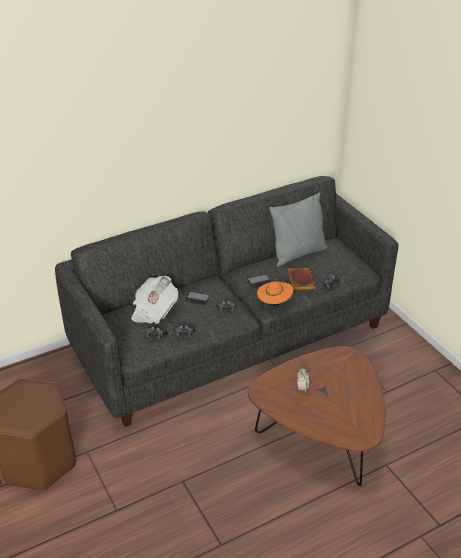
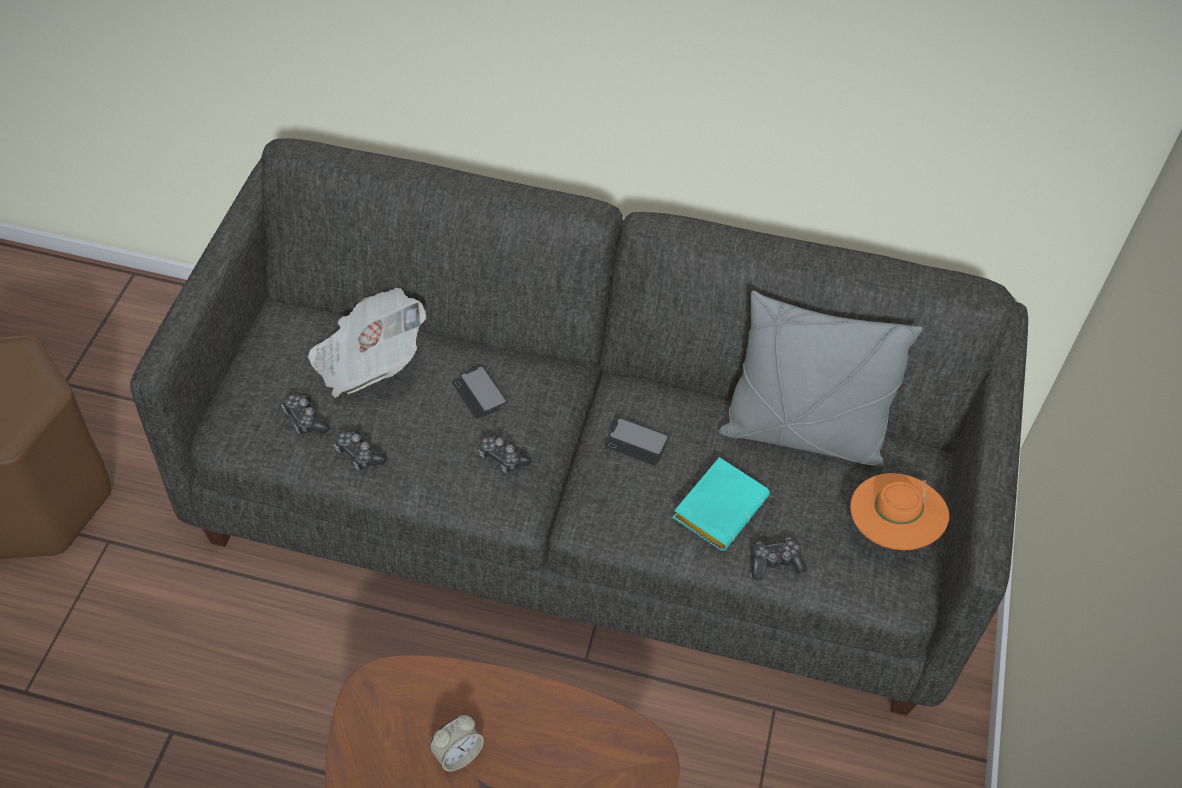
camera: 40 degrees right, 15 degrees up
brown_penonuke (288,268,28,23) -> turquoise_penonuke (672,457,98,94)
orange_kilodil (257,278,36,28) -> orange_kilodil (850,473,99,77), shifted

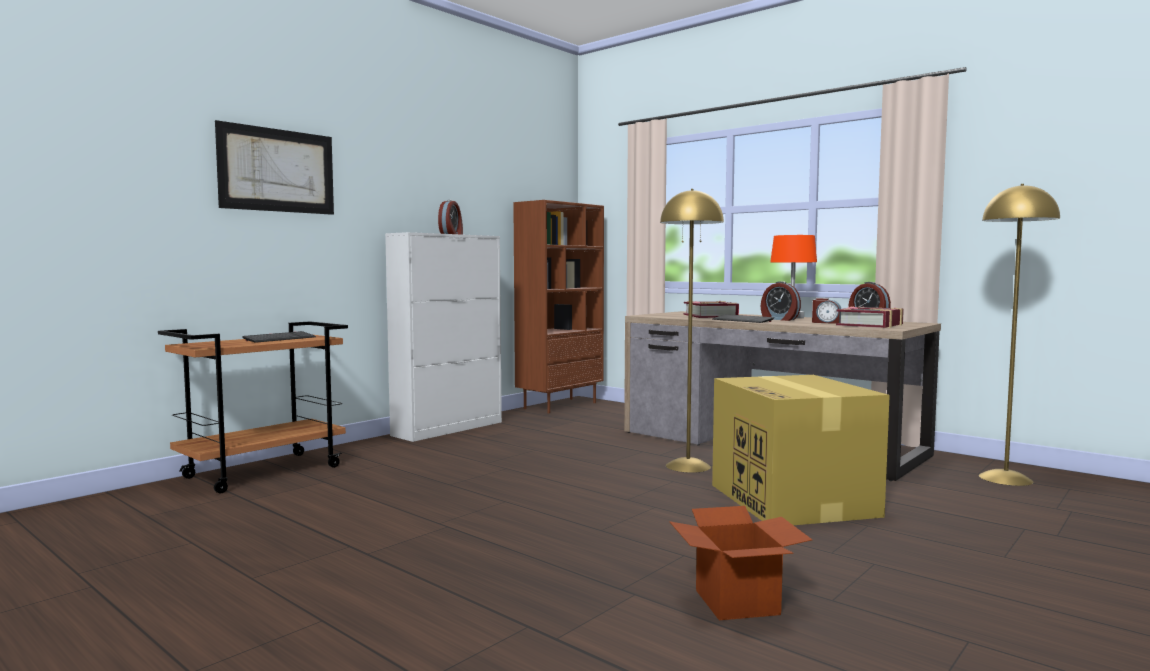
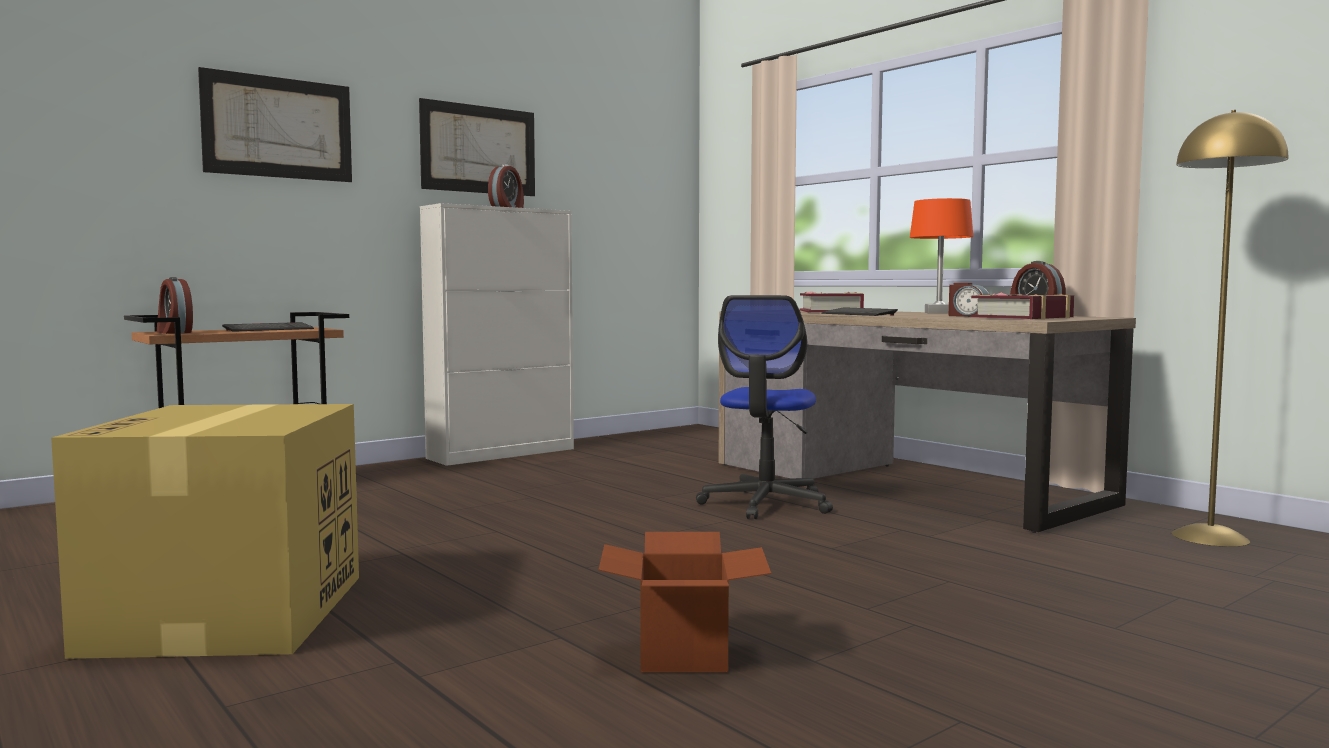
camera: 10 degrees right, 0 degrees up
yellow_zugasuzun (660,189,64,284) -> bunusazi (696,295,137,224)
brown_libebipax (513,200,91,213) -> none
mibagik (761,281,40,40) -> mibagik (157,277,36,57), shifted
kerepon (712,375,178,150) -> kerepon (51,404,308,255), shifted
none -> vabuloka (419,98,116,98)

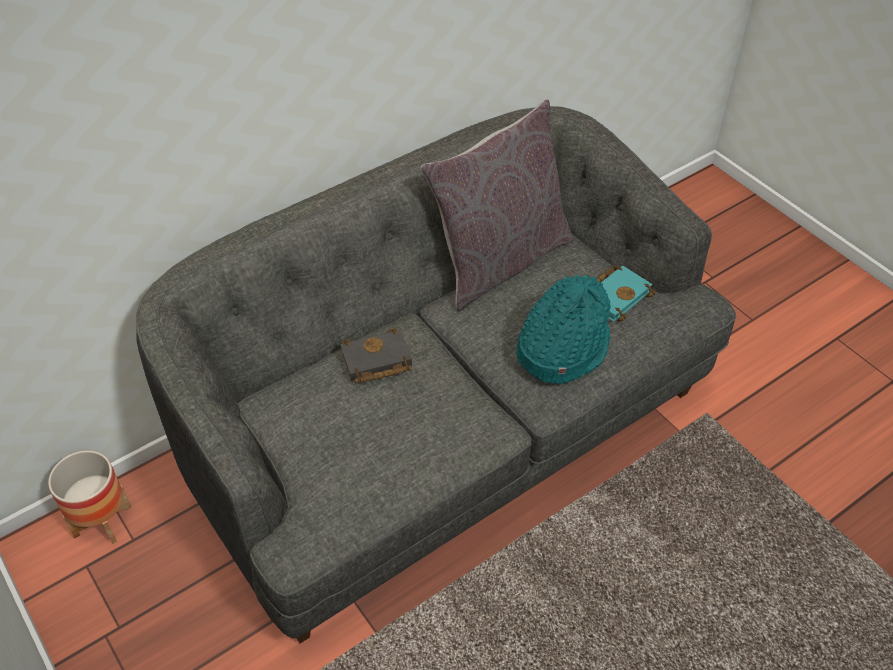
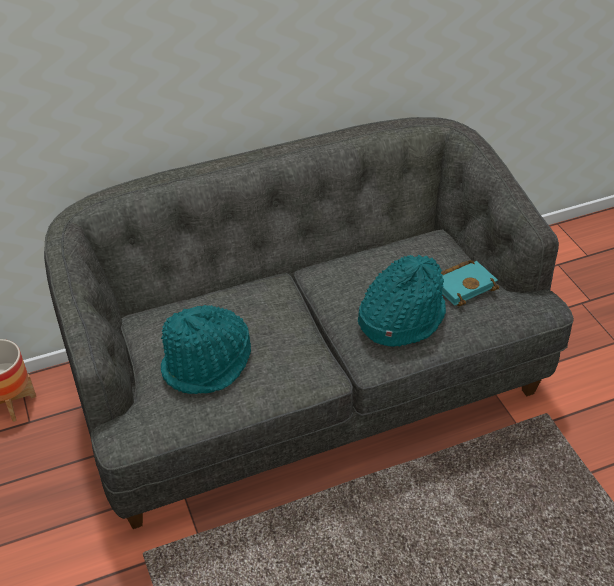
camera: 15 degrees right, 5 degrees down
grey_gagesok (421,99,152,212) -> none
black_penonuke (340,328,72,56) -> none
none -> turquoise_kilodil (161,305,90,89)

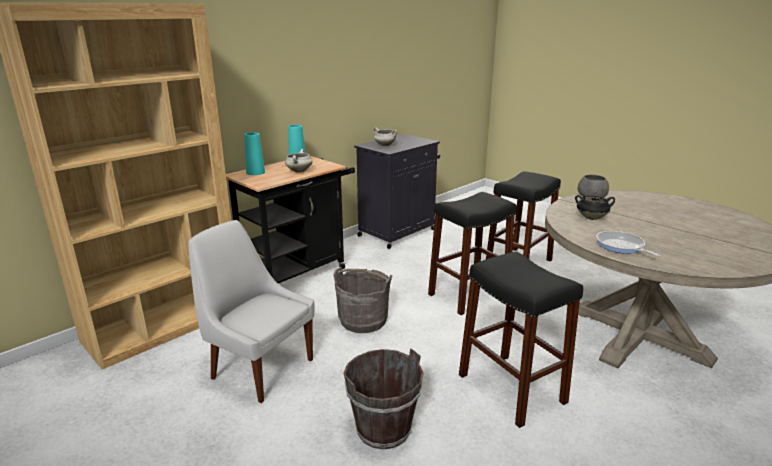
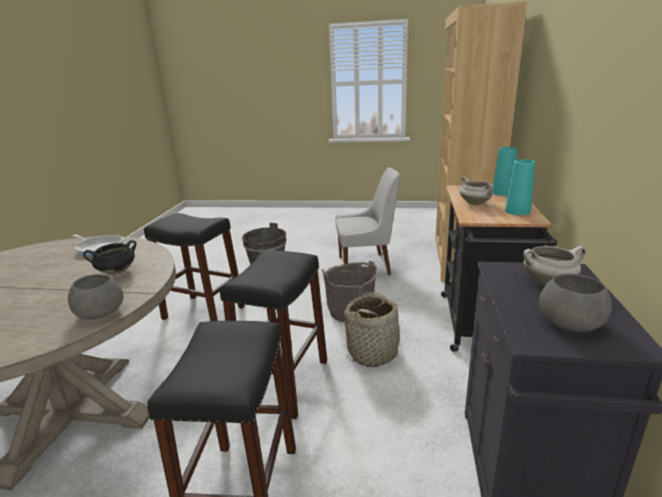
camera: 145 degrees right, 0 degrees up
none -> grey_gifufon (539,274,73,58)
none -> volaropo (344,292,59,75)

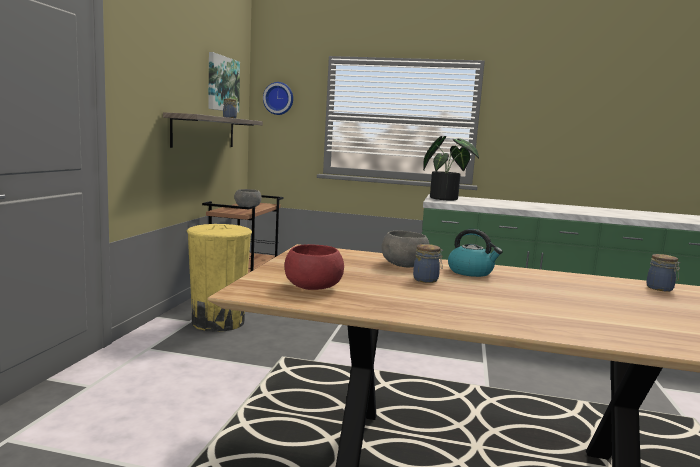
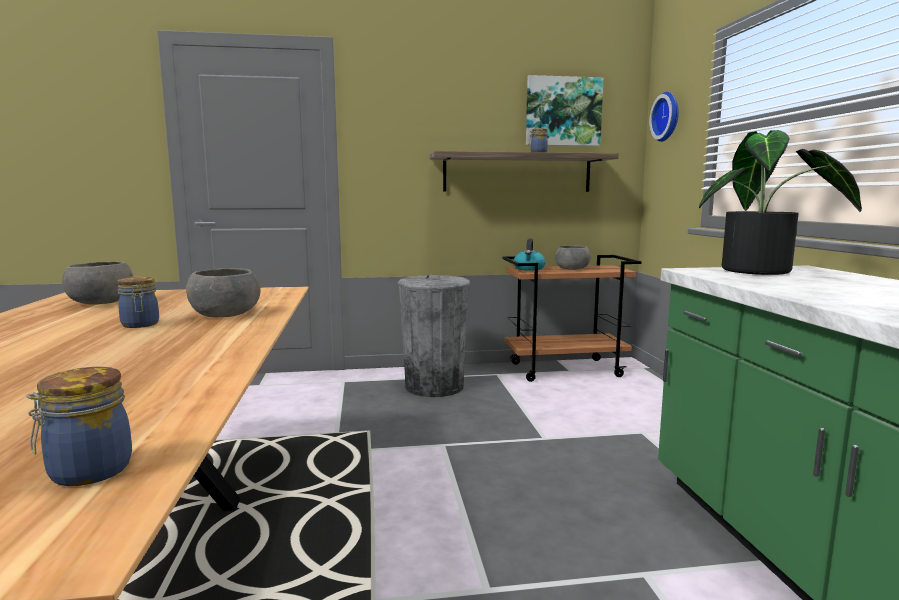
camera: 70 degrees right, 0 degrees up
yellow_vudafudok (187,224,65,108) -> grey_vudafudok (398,275,72,122)
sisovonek (448,229,55,48) -> sisovonek (514,239,32,32), shifted
red_gifufon (285,244,59,46) -> grey_gifufon (62,261,72,43)

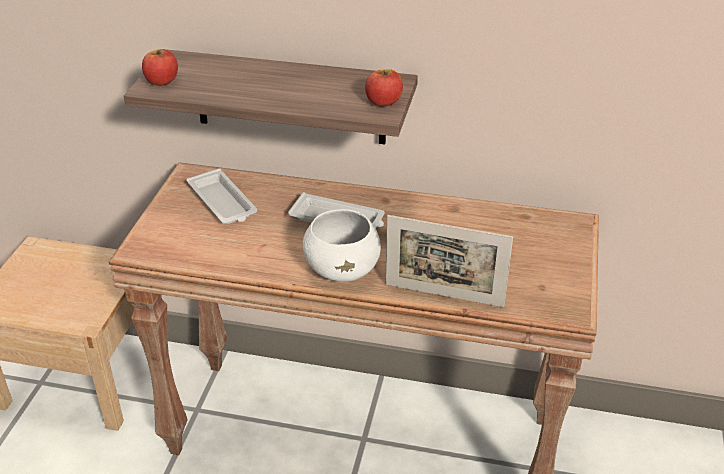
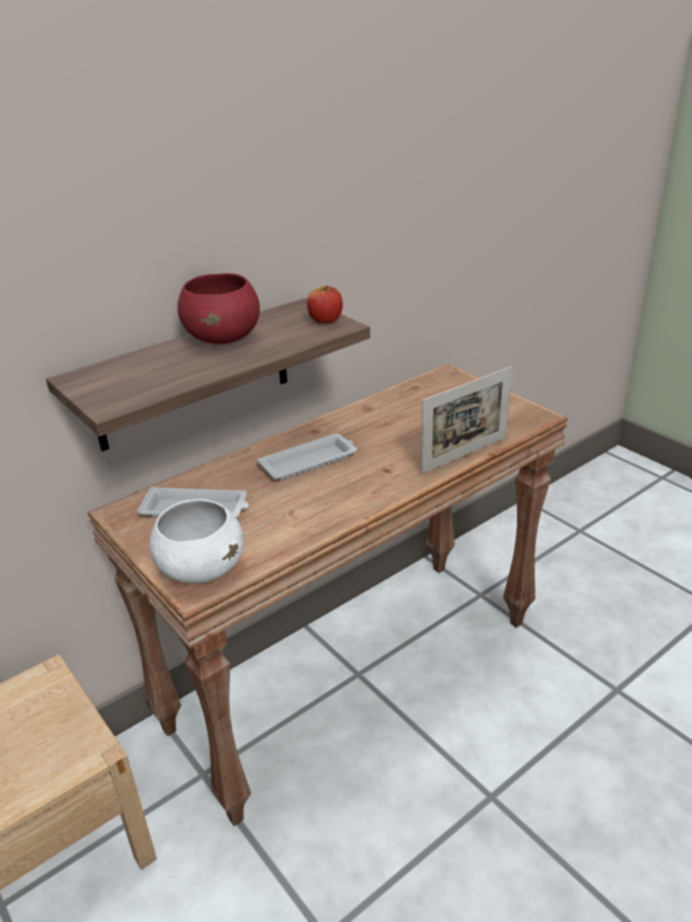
camera: 50 degrees left, 5 degrees down
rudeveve (142,49,36,37) -> none
white_gifufon (303,209,78,73) -> white_gifufon (150,499,94,84), shifted
none -> red_gifufon (177,273,83,71)

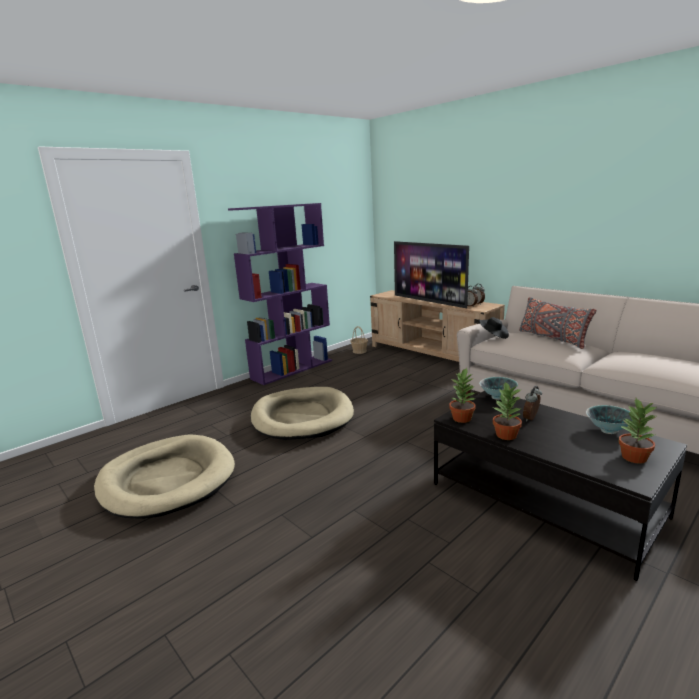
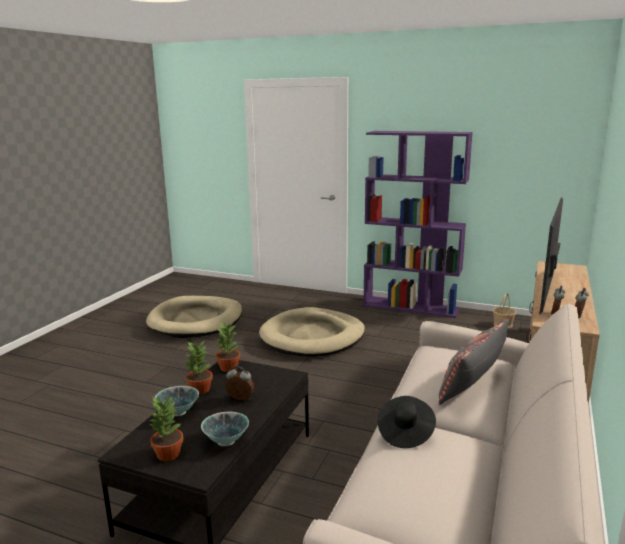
camera: 65 degrees right, 0 degrees up
black_kilodil (479,317,30,22) -> black_kilodil (377,396,59,52), shifted
gifufon (479,377,39,23) -> gifufon (155,386,44,30), shifted

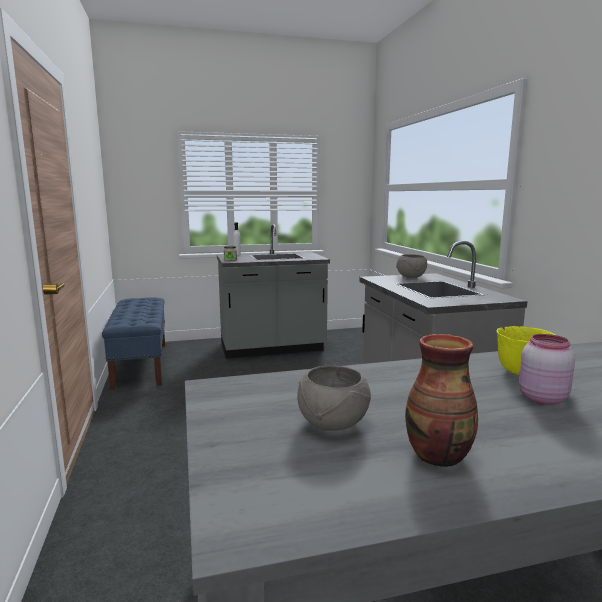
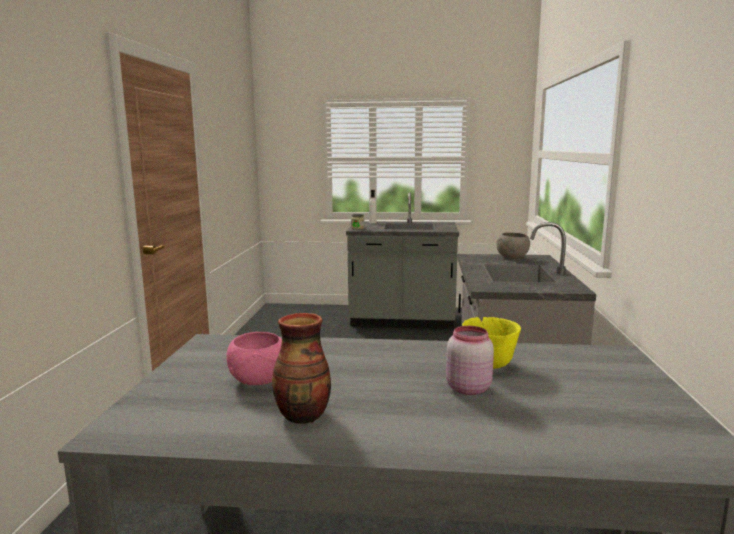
camera: 20 degrees right, 0 degrees up
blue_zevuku (102,297,63,93) -> none
grey_gifufon (297,365,74,66) -> pink_gifufon (226,332,56,53)

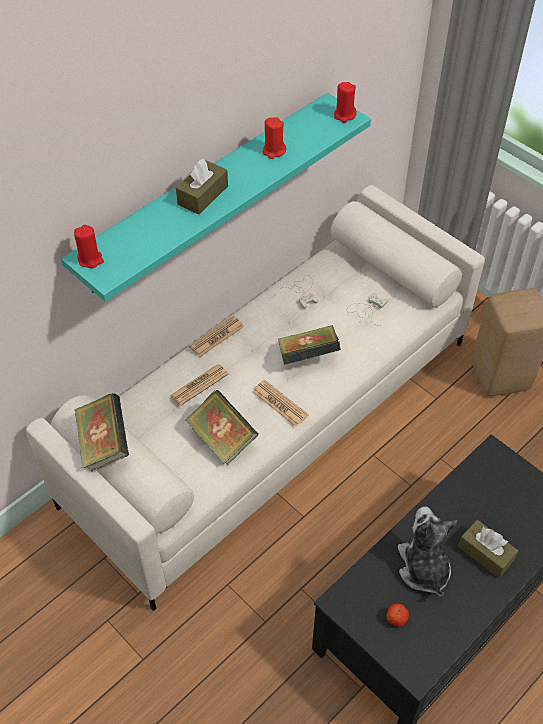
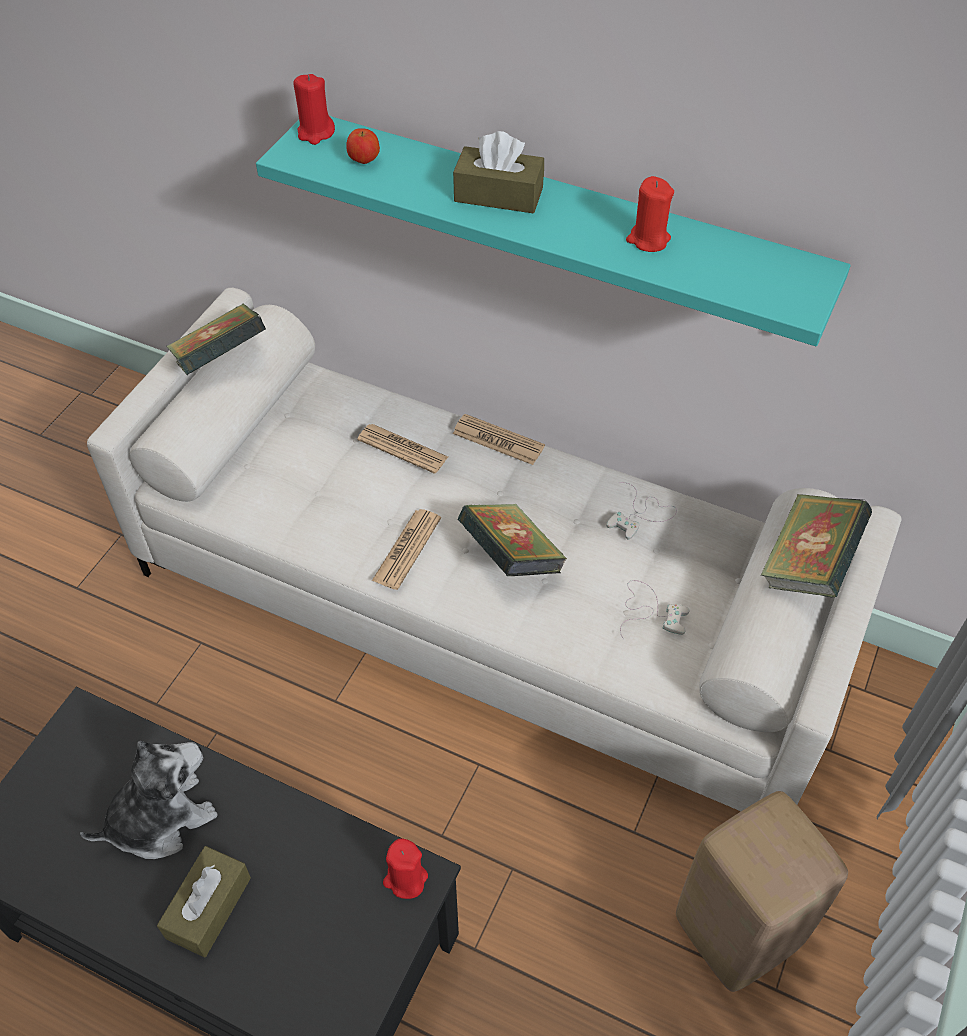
camera: 70 degrees right, 0 degrees up
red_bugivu (334,82,22,41) -> red_bugivu (383,838,45,61), shifted
penonuke (185,390,74,75) -> penonuke (761,494,111,104), shifted
rudeveve (386,604,23,23) -> rudeveve (346,128,34,36), shifted

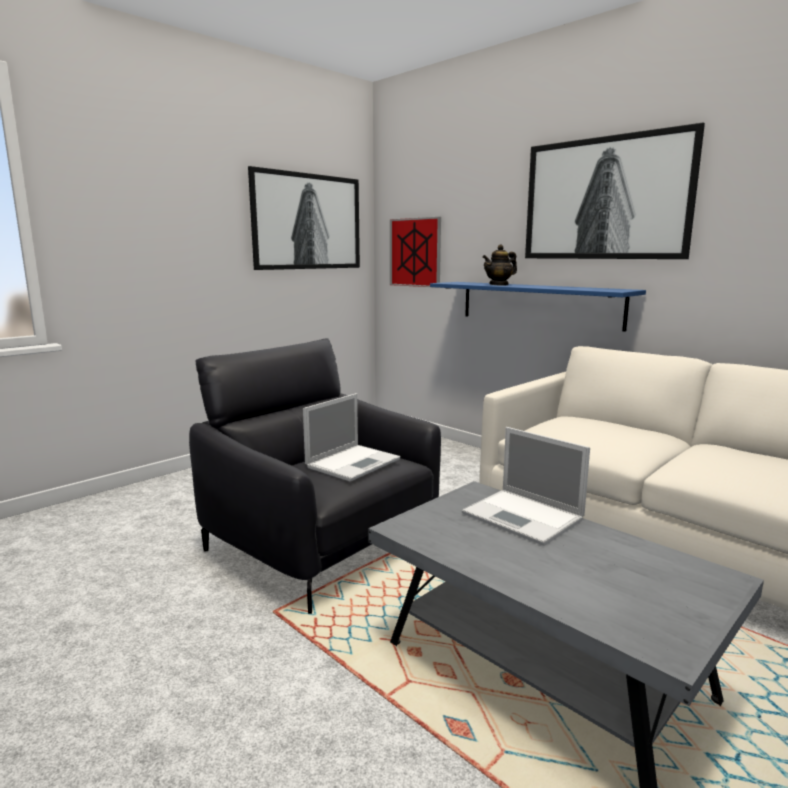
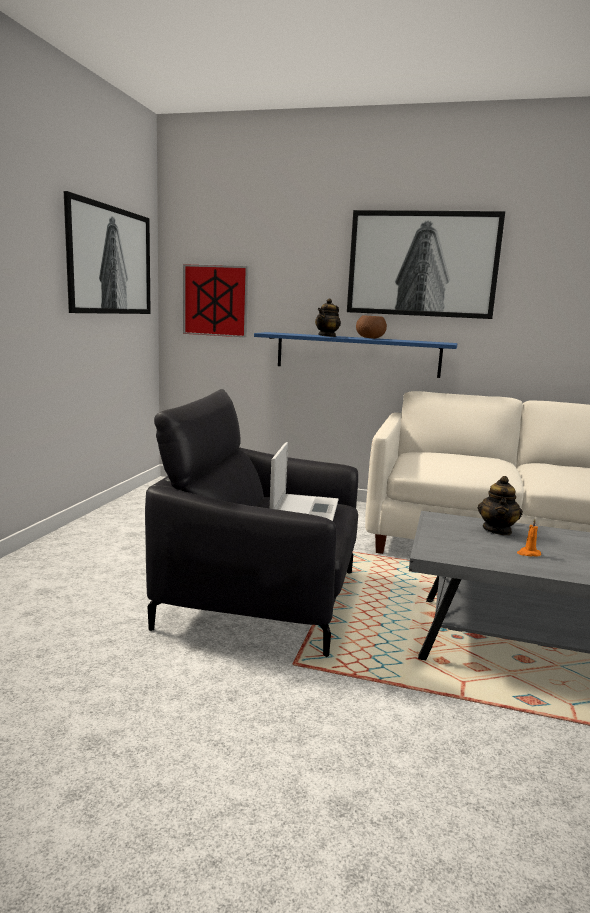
camera: 30 degrees left, 0 degrees up
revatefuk (462,427,128,119) -> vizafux (478,476,45,59)
none -> brown_gifufon (356,315,31,24)
none -> orange_bugivu (517,519,24,37)

